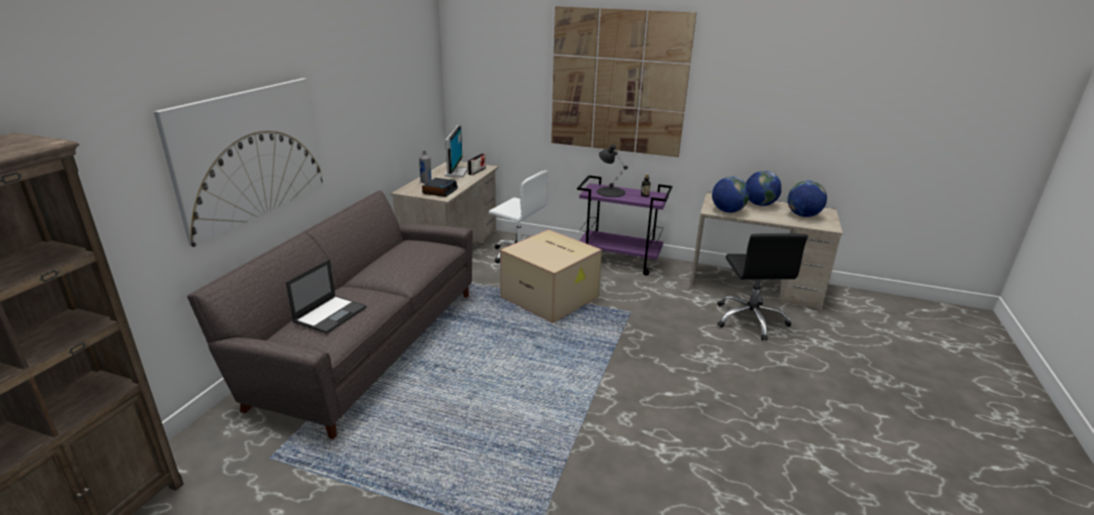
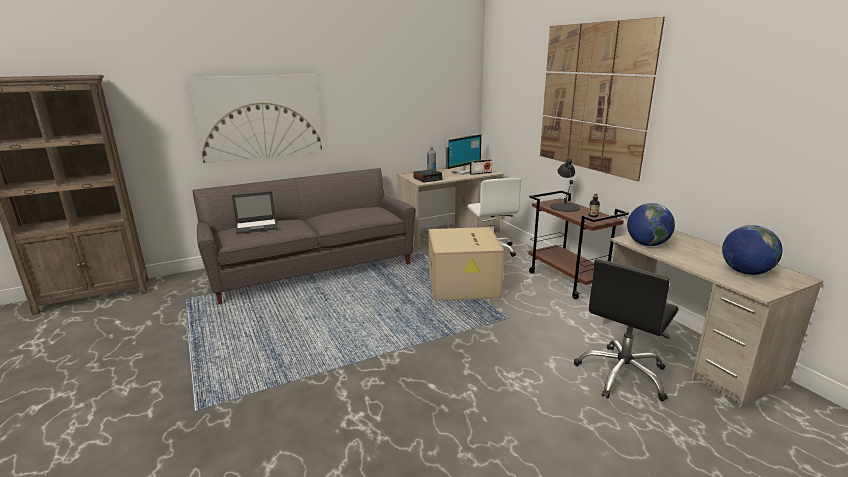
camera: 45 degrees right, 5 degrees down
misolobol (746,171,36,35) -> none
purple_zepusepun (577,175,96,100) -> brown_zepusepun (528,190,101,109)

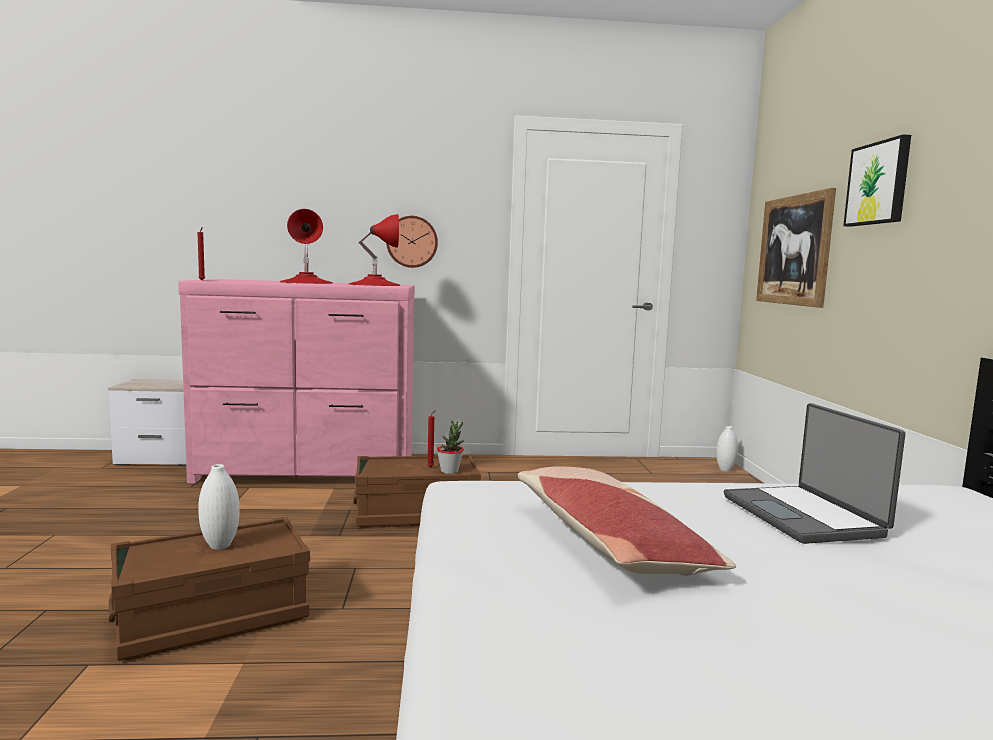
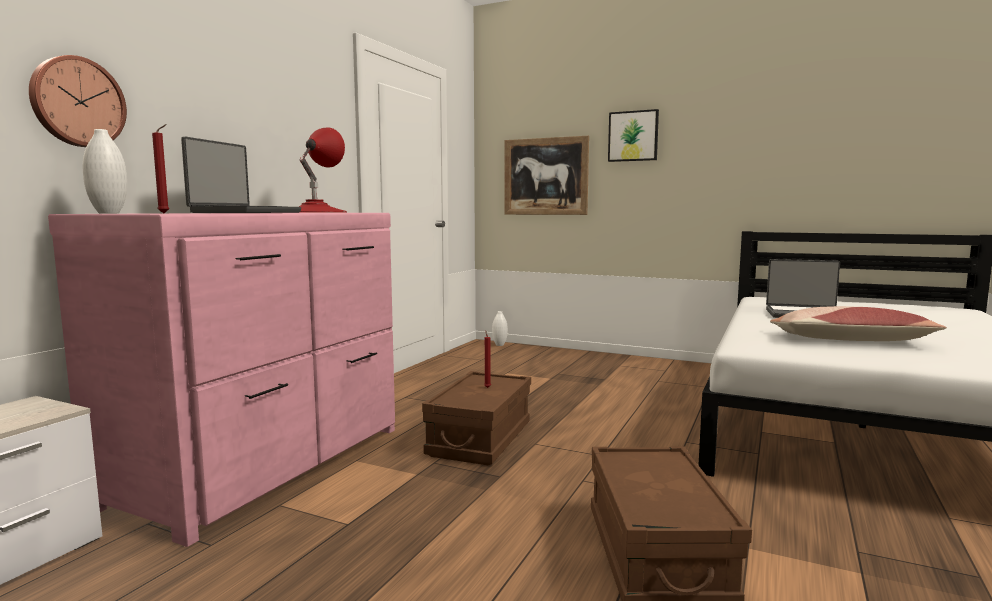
camera: 60 degrees left, 0 degrees up
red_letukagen (280,209,53,75) -> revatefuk (181,136,120,77)
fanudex (386,216,52,52) -> fanudex (29,55,98,92), shifted
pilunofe (437,421,27,53) -> none
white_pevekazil (198,464,42,86) -> white_pevekazil (82,129,45,84), shifted

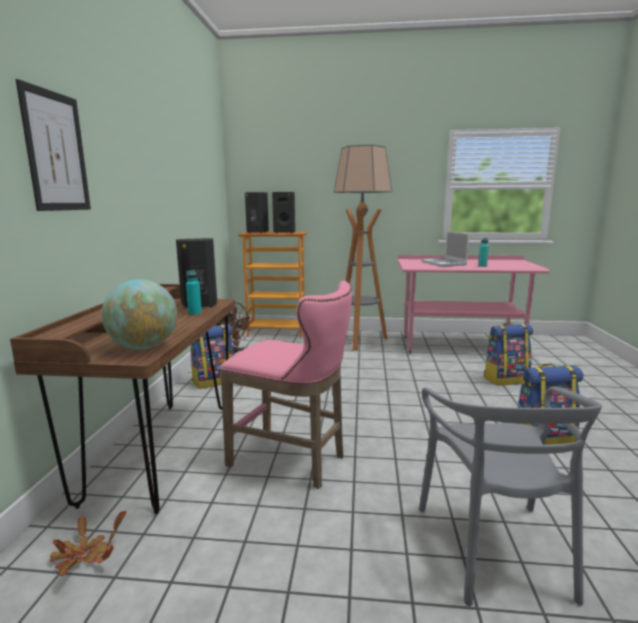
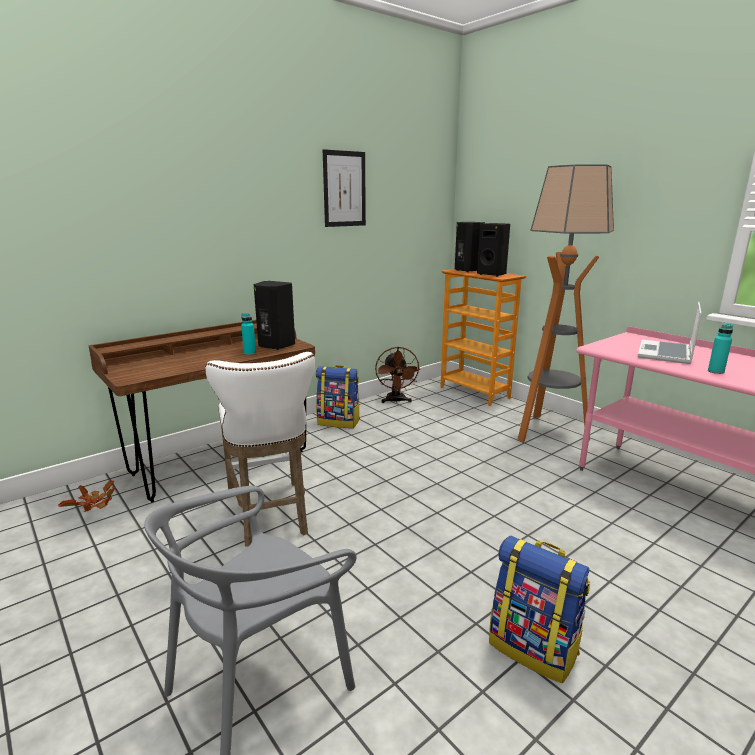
camera: 45 degrees right, 5 degrees up
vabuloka (16,79,75,132) -> vabuloka (323,149,43,78), shifted
misolobol (101,279,76,71) -> none
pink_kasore (220,281,132,208) -> white_kasore (205,352,110,195)
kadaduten (484,323,49,63) -> none

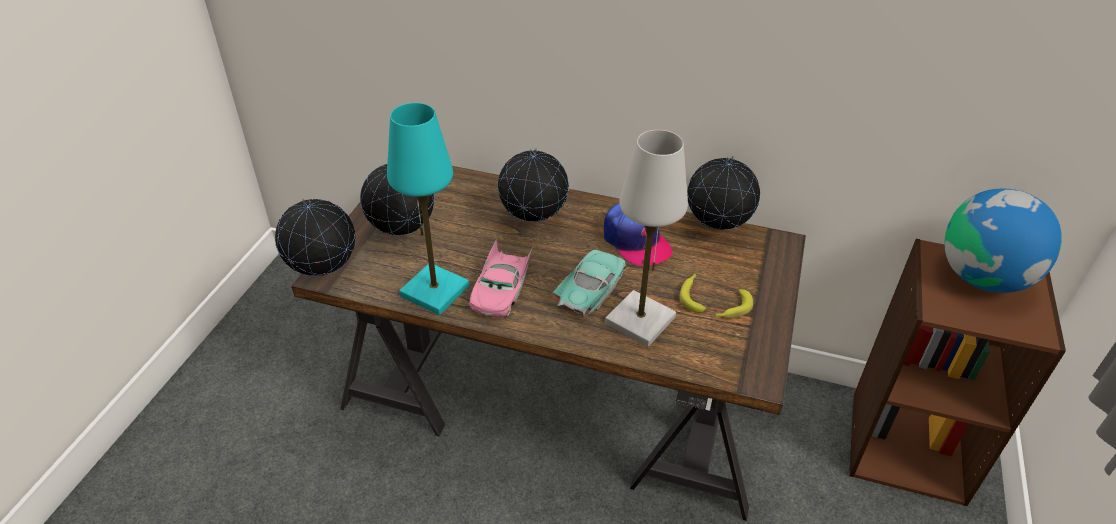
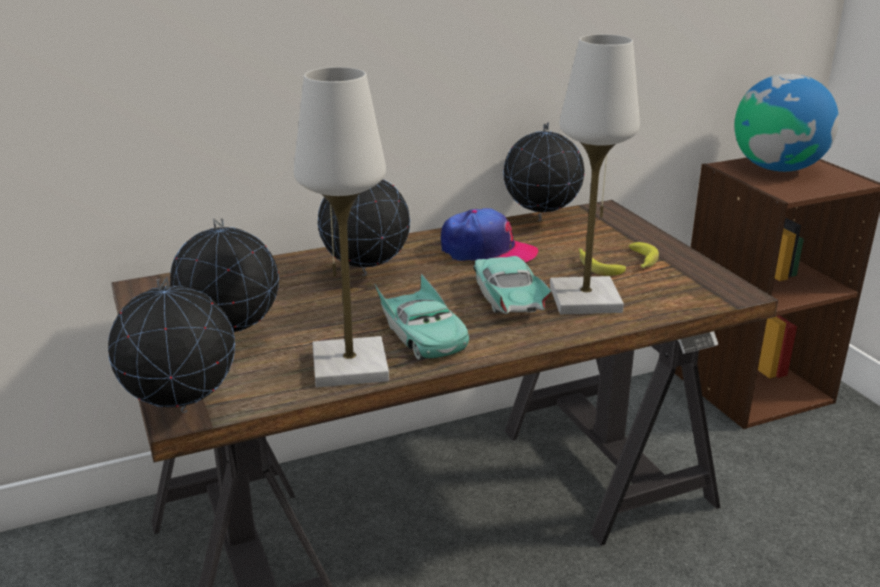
camera: 40 degrees left, 15 degrees down
turquoise_letukagen (387,103,82,212) -> white_letukagen (294,67,95,320)
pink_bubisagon (469,238,64,80) -> turquoise_bubisagon (374,274,95,86)

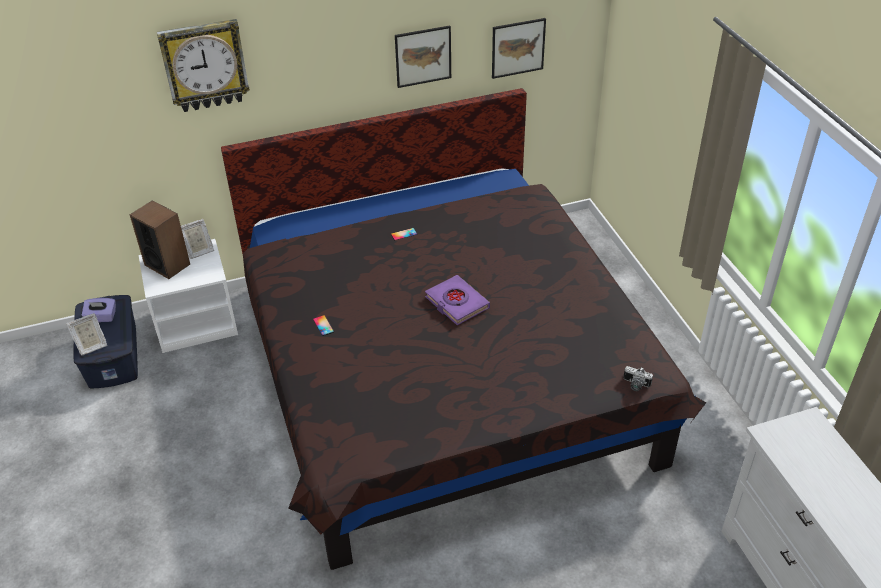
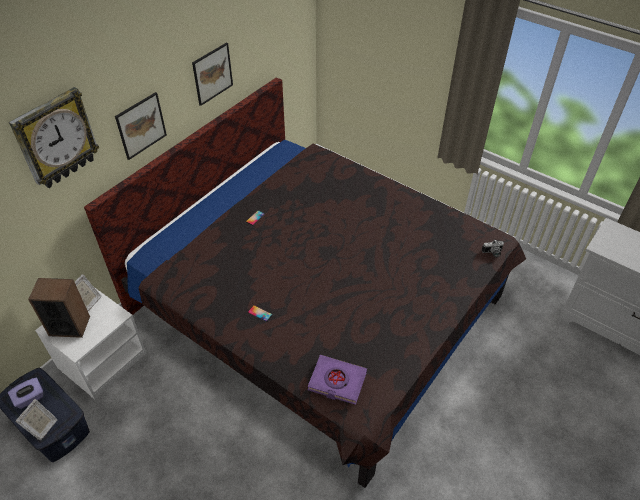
camera: 35 degrees left, 5 degrees up
vabuloka (492,18,54,61) -> vabuloka (115,92,52,68), shifted
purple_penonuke (425,275,65,50) -> purple_penonuke (308,355,59,50), shifted

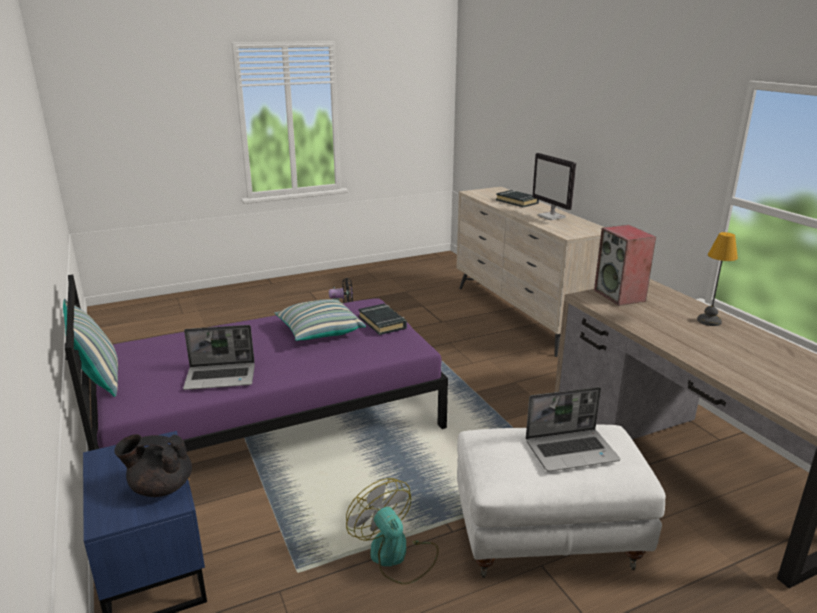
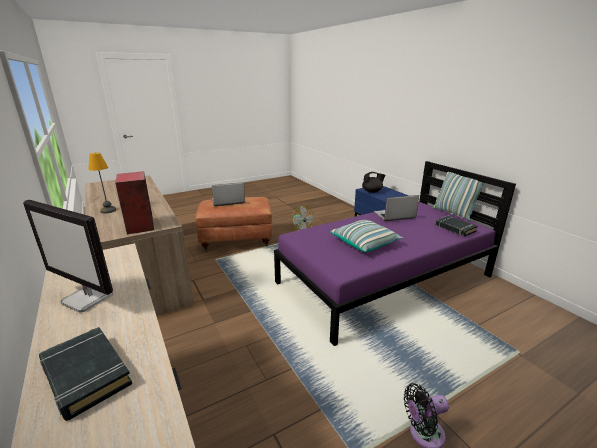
camera: 175 degrees right, 0 degrees up
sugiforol (532,153,44,67) -> sugiforol (23,200,90,113), 150 degrees clockwise
black_penonuke (358,304,49,31) -> black_penonuke (435,216,43,21), shifted
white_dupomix (457,425,209,153) -> brown_dupomix (195,197,77,53)

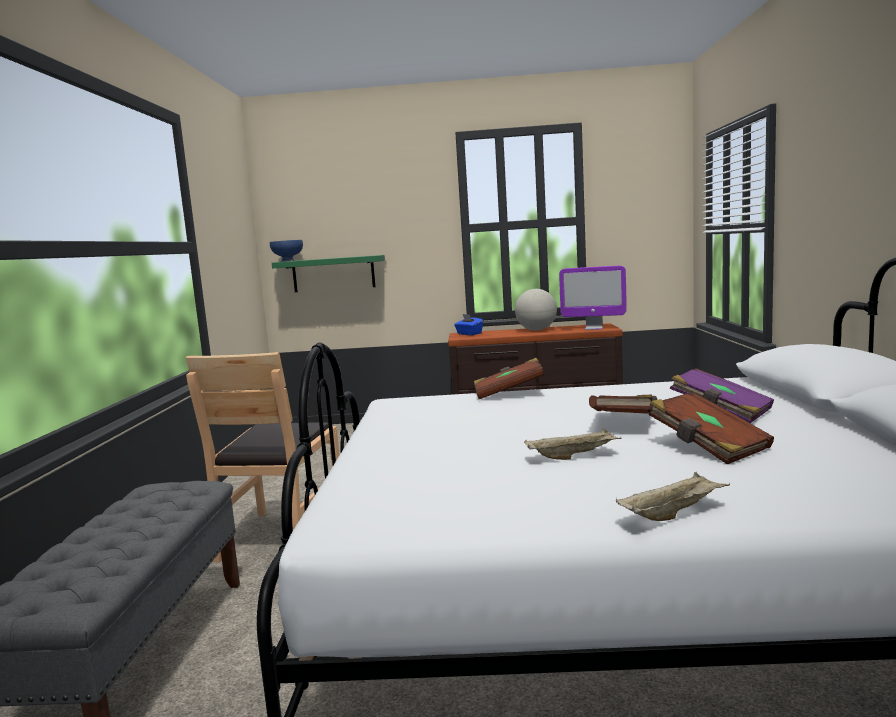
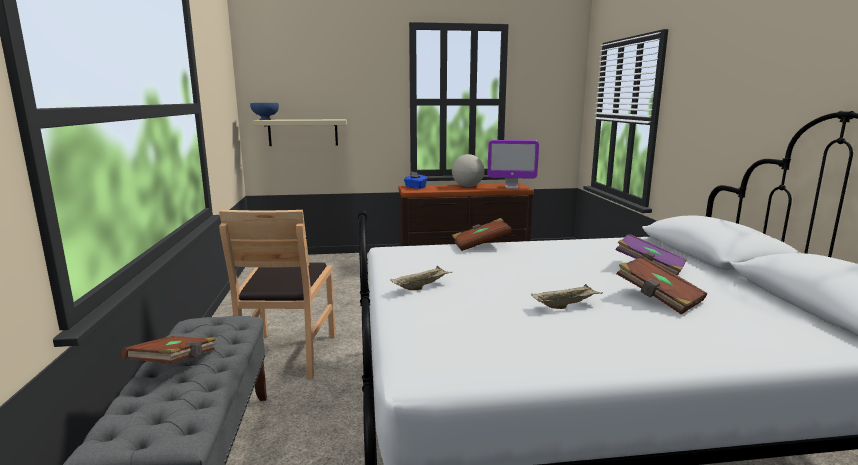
camera: 10 degrees left, 5 degrees up
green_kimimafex (272,255,113,37) -> beige_kimimafex (252,119,95,27)
brown_penonuke (589,395,68,19) -> brown_penonuke (121,336,95,28), shifted
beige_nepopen (616,472,114,49) -> beige_nepopen (390,266,62,24), shifted

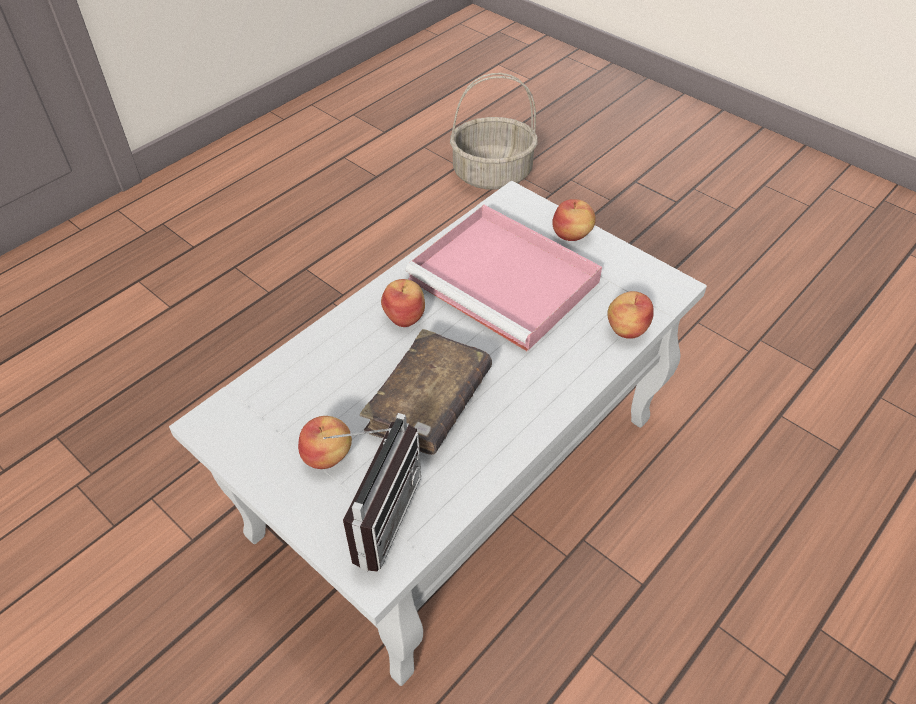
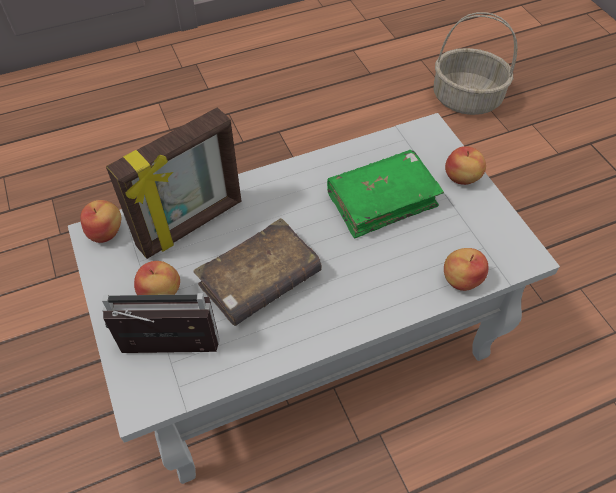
camera: 25 degrees right, 5 degrees up
pink_nepopen (405,205,197,146) -> green_penonuke (327,150,117,88)
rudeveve (381,279,44,48) -> rudeveve (80,200,41,43), shifted
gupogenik (323,413,98,159) -> gupogenik (102,293,117,60), 135 degrees counterclockwise
none -> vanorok (106,108,135,151)

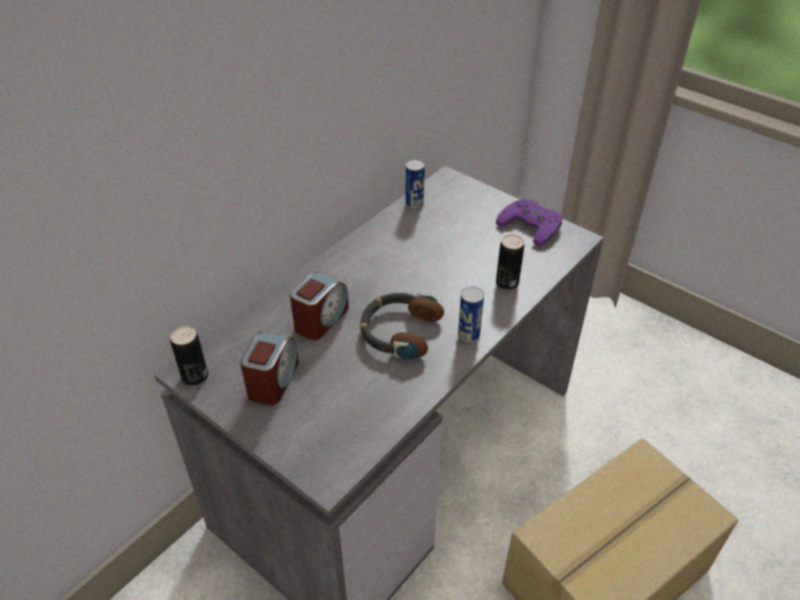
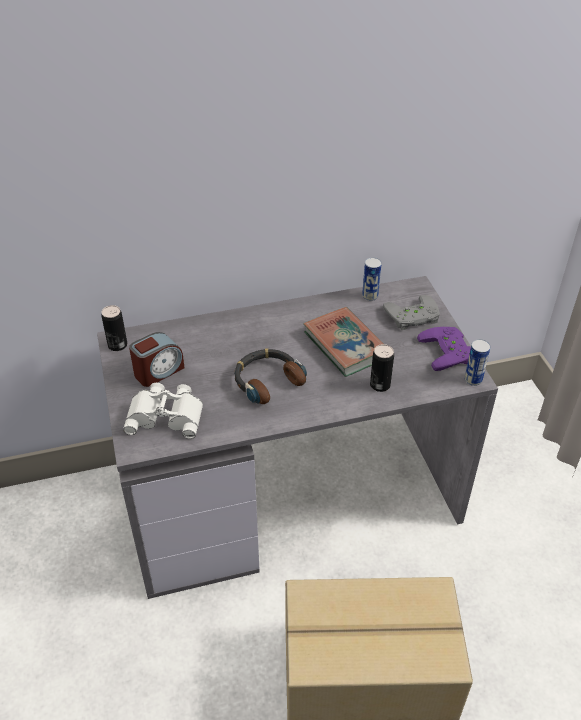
camera: 35 degrees right, 0 degrees up
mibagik (290,272,59,68) -> none
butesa (458,287,26,56) -> butesa (464,339,27,47), shifted
none -> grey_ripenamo (383,295,57,35)
none -> penonuke (304,307,80,70)
none -> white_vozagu (123,383,80,56)

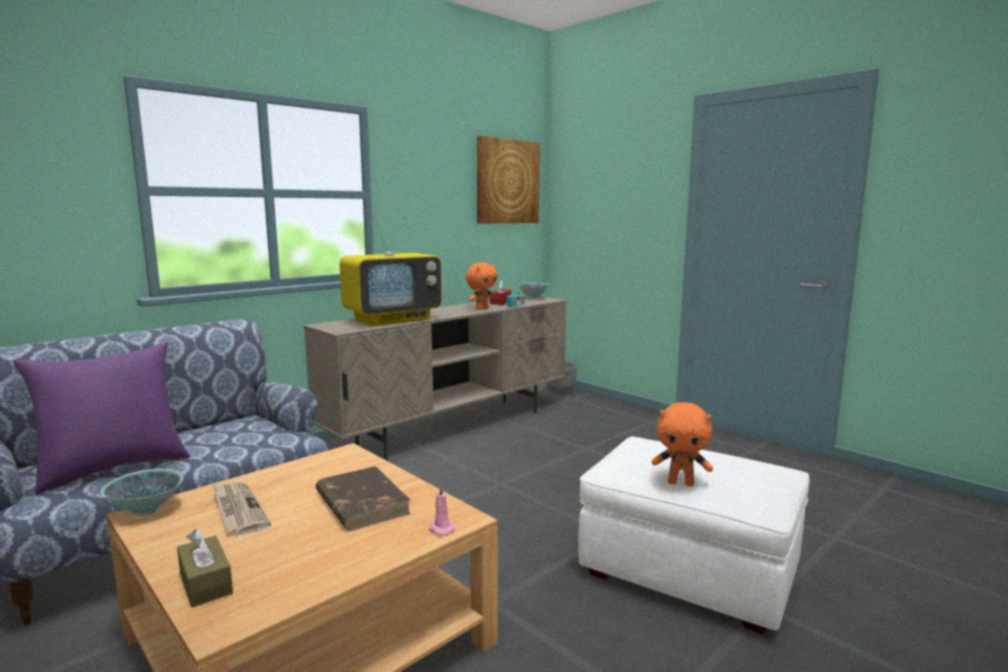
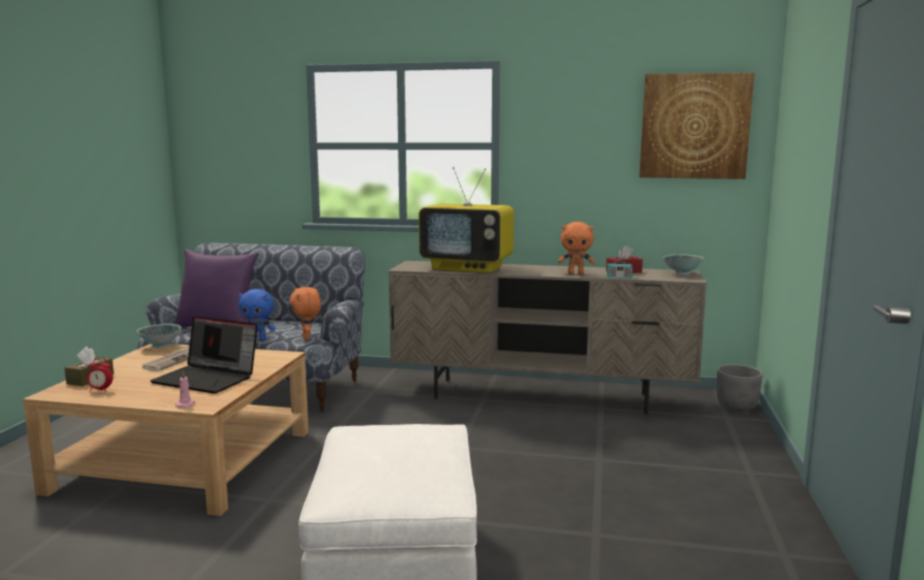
camera: 55 degrees right, 0 degrees up
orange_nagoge (652,402,61,85) -> orange_nagoge (290,287,31,53), shifted
brown_penonuke (316,466,95,65) -> revatefuk (150,316,108,78)
none -> blue_nagoge (238,289,38,52)
none -> mibagik (87,357,26,35)

